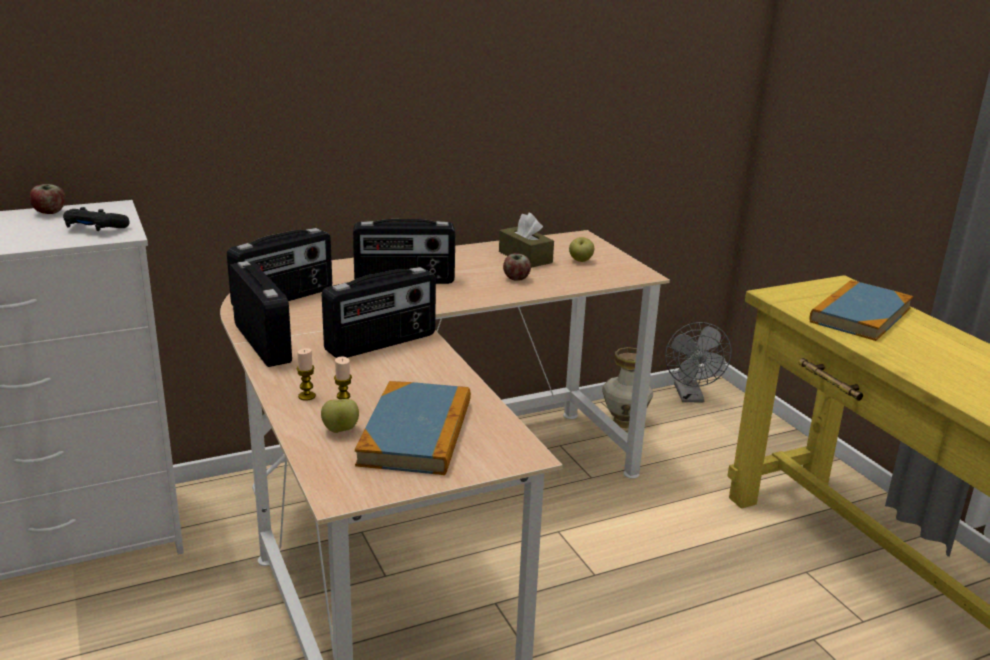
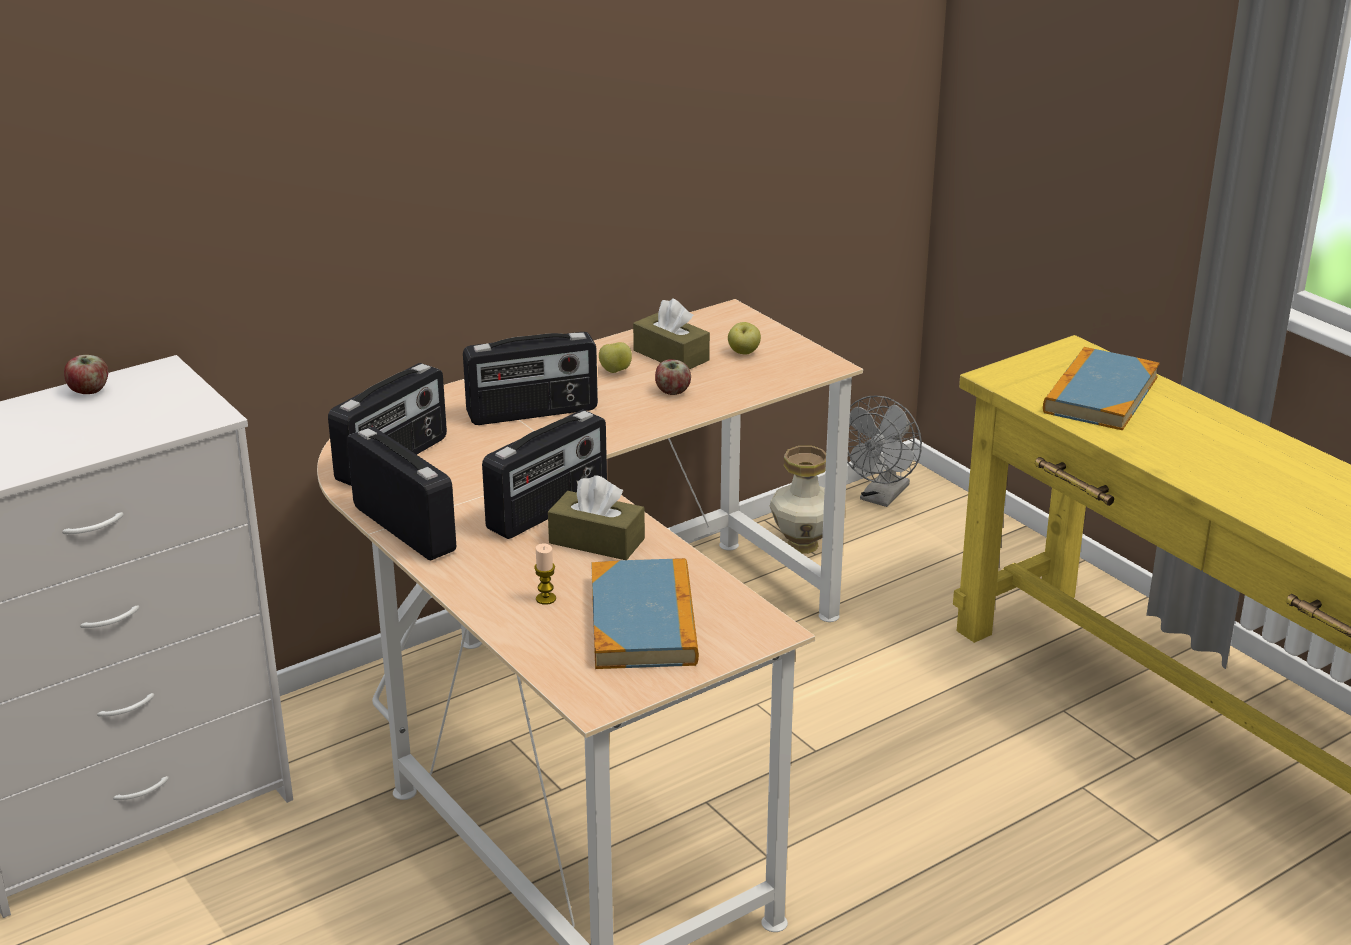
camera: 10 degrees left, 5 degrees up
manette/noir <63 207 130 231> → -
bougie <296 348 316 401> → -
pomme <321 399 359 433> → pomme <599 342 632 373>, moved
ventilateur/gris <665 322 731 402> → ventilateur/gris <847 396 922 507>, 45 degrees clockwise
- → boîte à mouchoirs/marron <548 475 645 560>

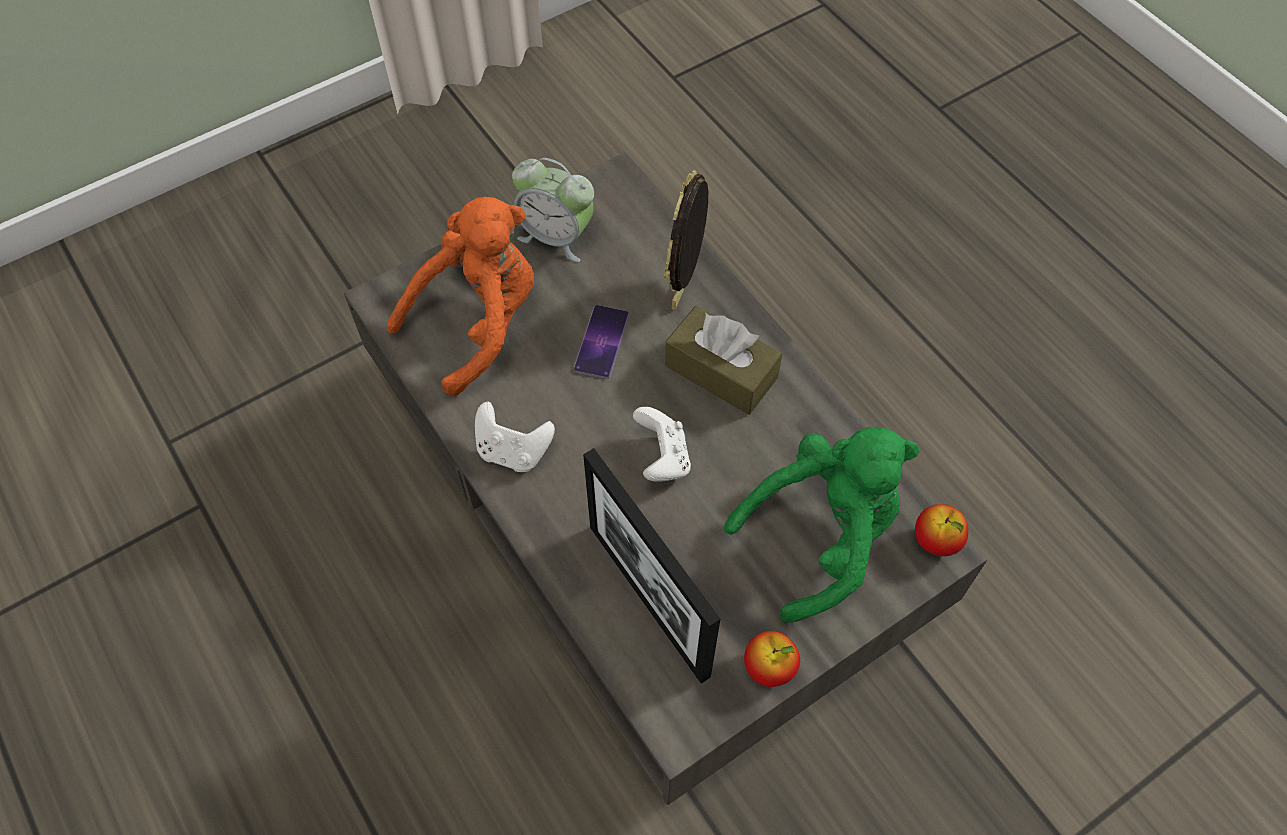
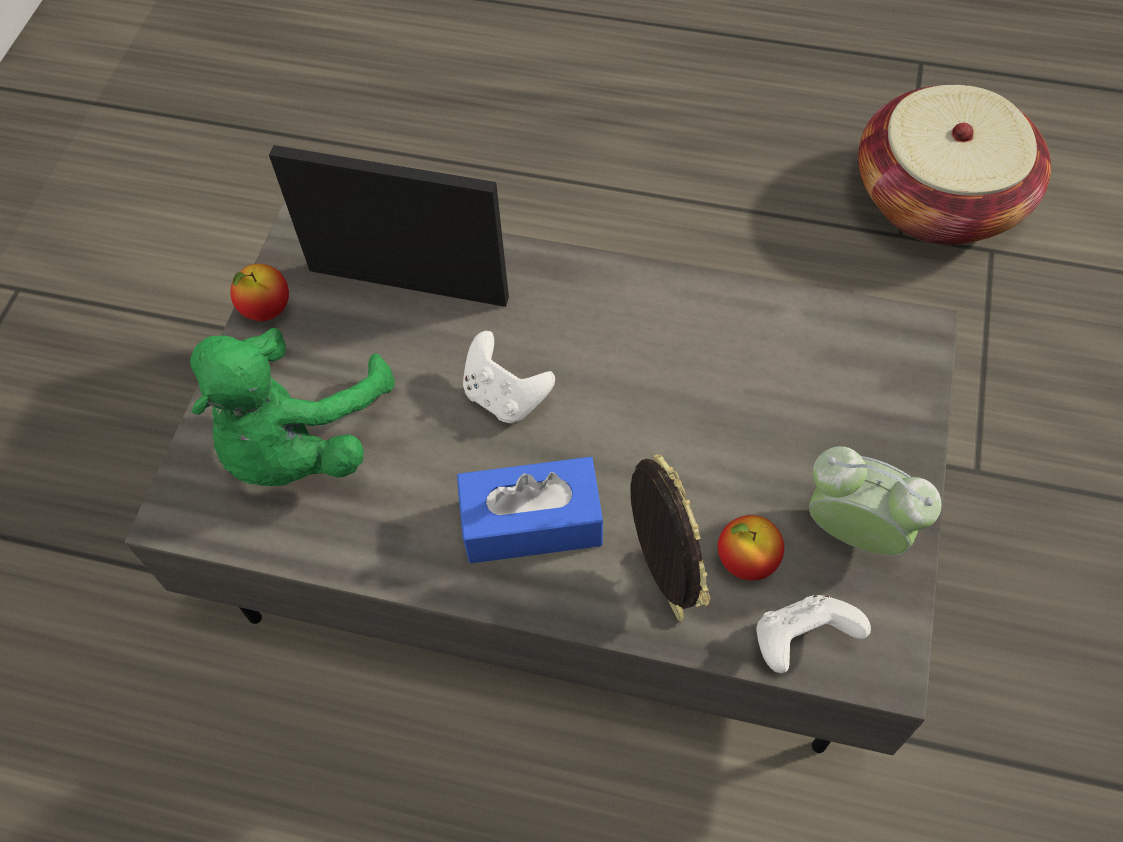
camera: 140 degrees right, 0 degrees up
peluche/orange <387 197 534 396> → -
manette/blanc <475 402 555 472> → manette/blanc <756 595 871 673>, moved
réveil <512 158 594 262> → réveil <809 446 941 555>, 45 degrees clockwise
téléphone <574 305 629 379> → -
boîte à mouchoirs/marron <665 305 782 415> → boîte à mouchoirs/bleu <457 457 603 563>
pomme <915 504 968 556> → pomme <718 515 784 581>, moved
- → panier <858 85 1051 245>

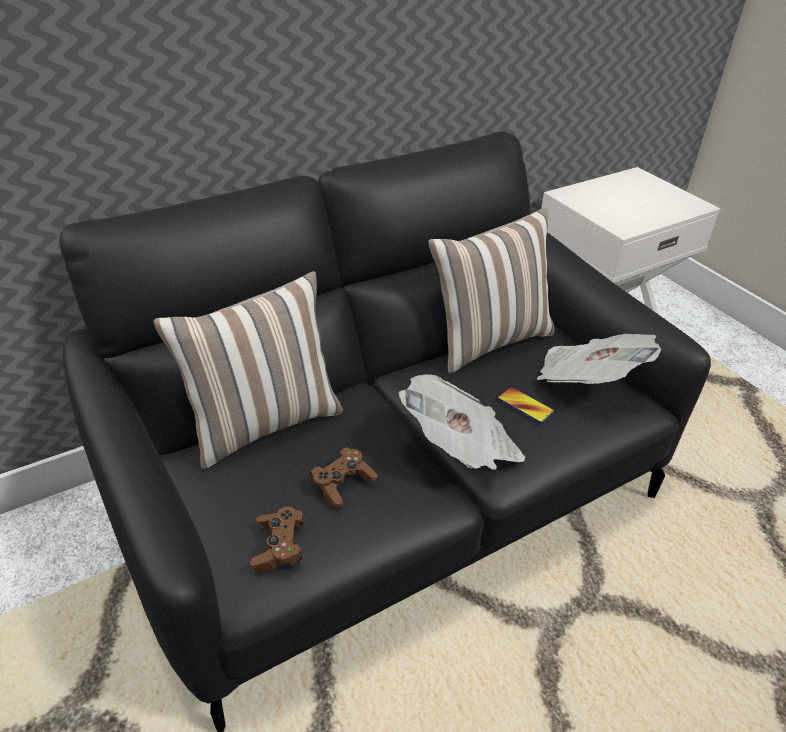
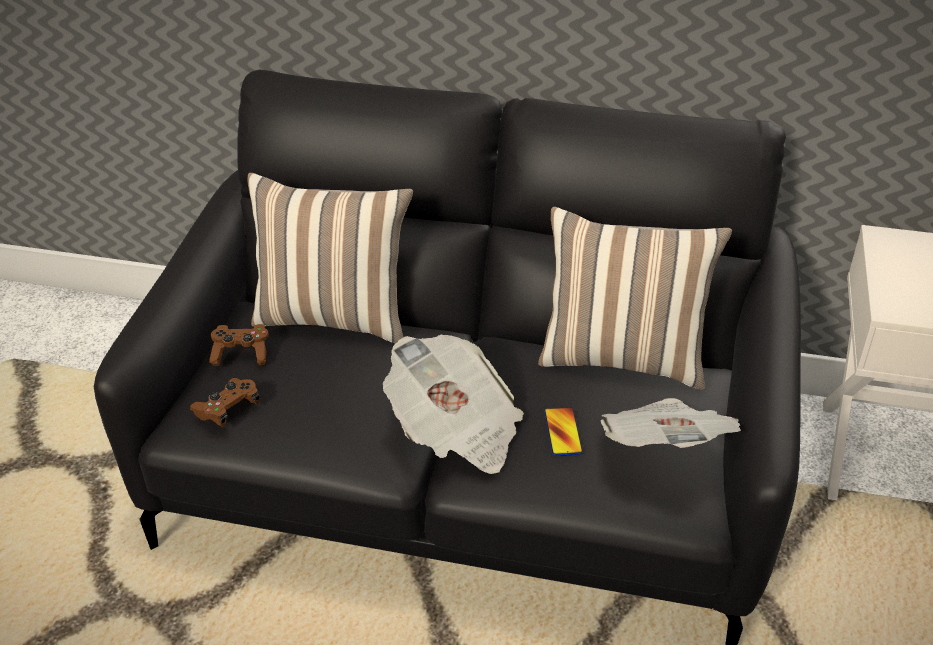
camera: 45 degrees right, 0 degrees up
manette/marron <310 447 378 509> → manette/marron <209 324 269 366>, moved

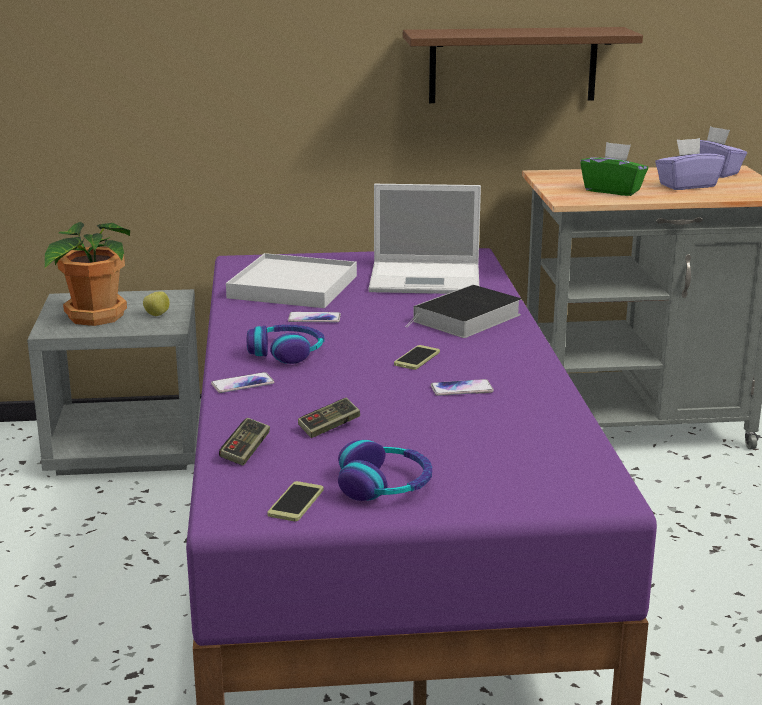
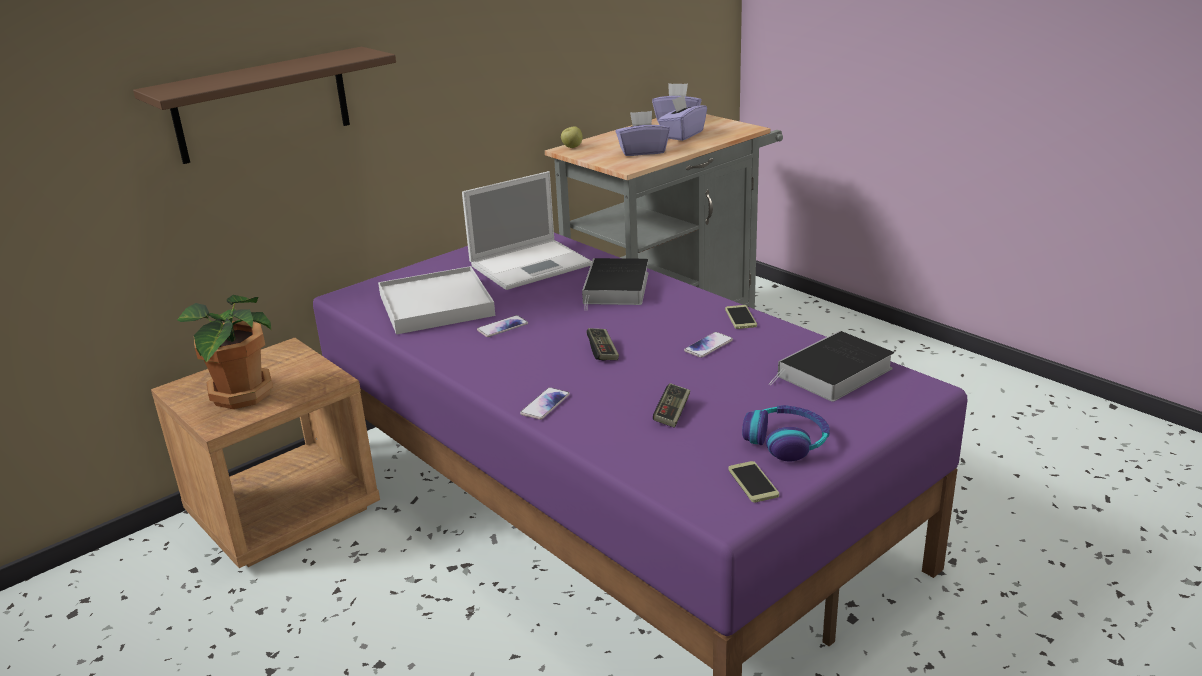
camera: 35 degrees left, 5 degrees up
table de chevet/gris <27 289 201 475> → table de chevet/marron <151 338 380 568>
pomme <143 291 170 316> → pomme <561 126 582 148>, moved
manette <219 418 270 466> → manette <586 328 619 360>, moved
casque audio <247 325 325 364> → -
téléphone <394 345 440 370> → téléphone <725 305 757 329>, moved
étagère/marron <403 27 643 103> → étagère/marron <133 47 396 164>, moved
boîte à mouchoirs/vert <580 142 648 196> → boîte à mouchoirs/violet <615 111 670 156>
- → livre <769 331 894 402>

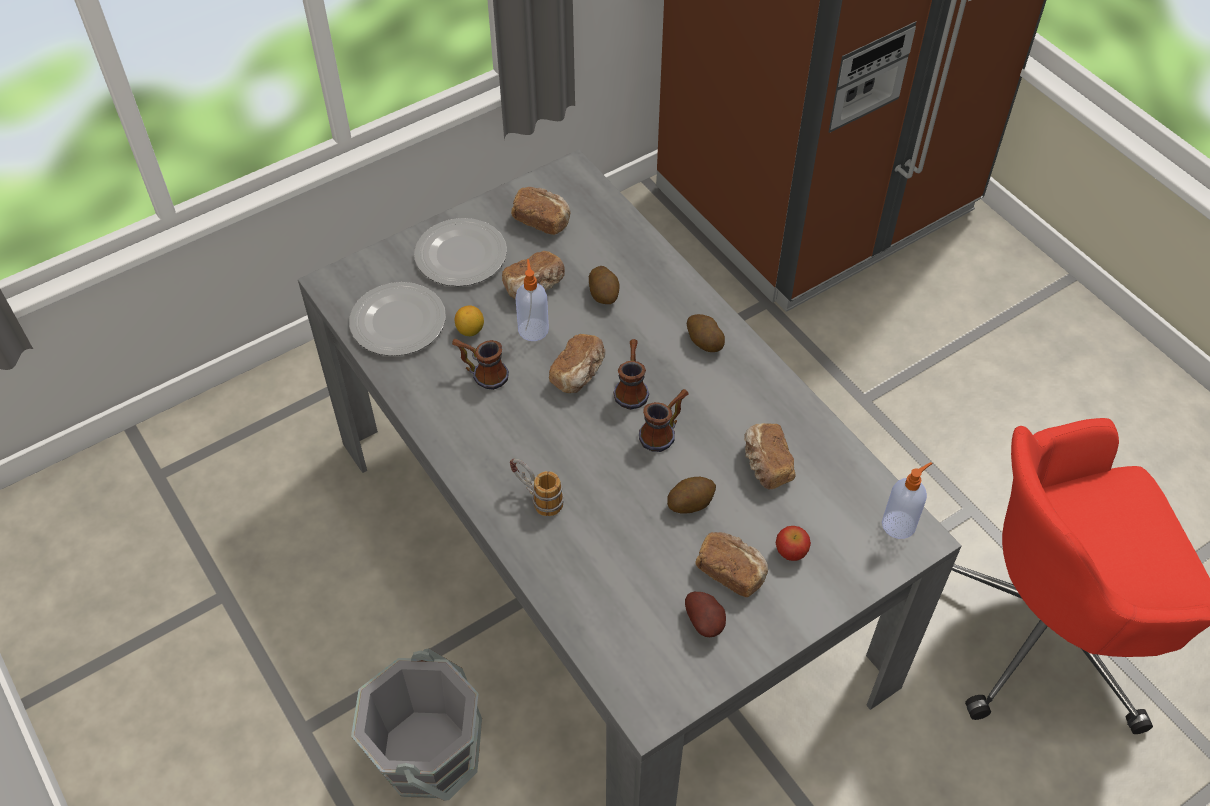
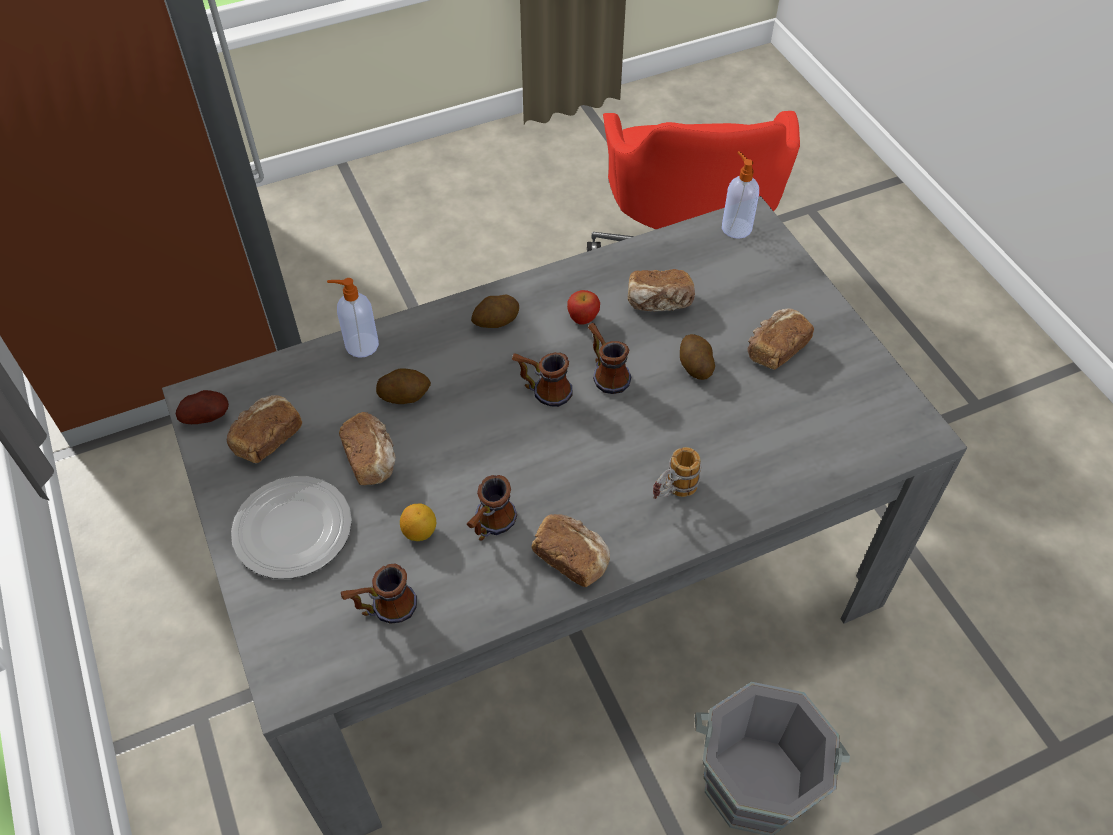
camera: 80 degrees left, 0 degrees up
assiette <349 282 446 356> → mug <341 563 417 624>
distributeur de savon <515 259 549 341> → distributeur de savon <327 278 379 358>, moved
pain <549 334 605 393> → pain <531 514 610 587>, moved
pomme de terre <685 592 726 637> → pomme de terre <176 390 229 424>, moved
pomme <776 526 811 561> → pomme <567 290 600 324>, moved

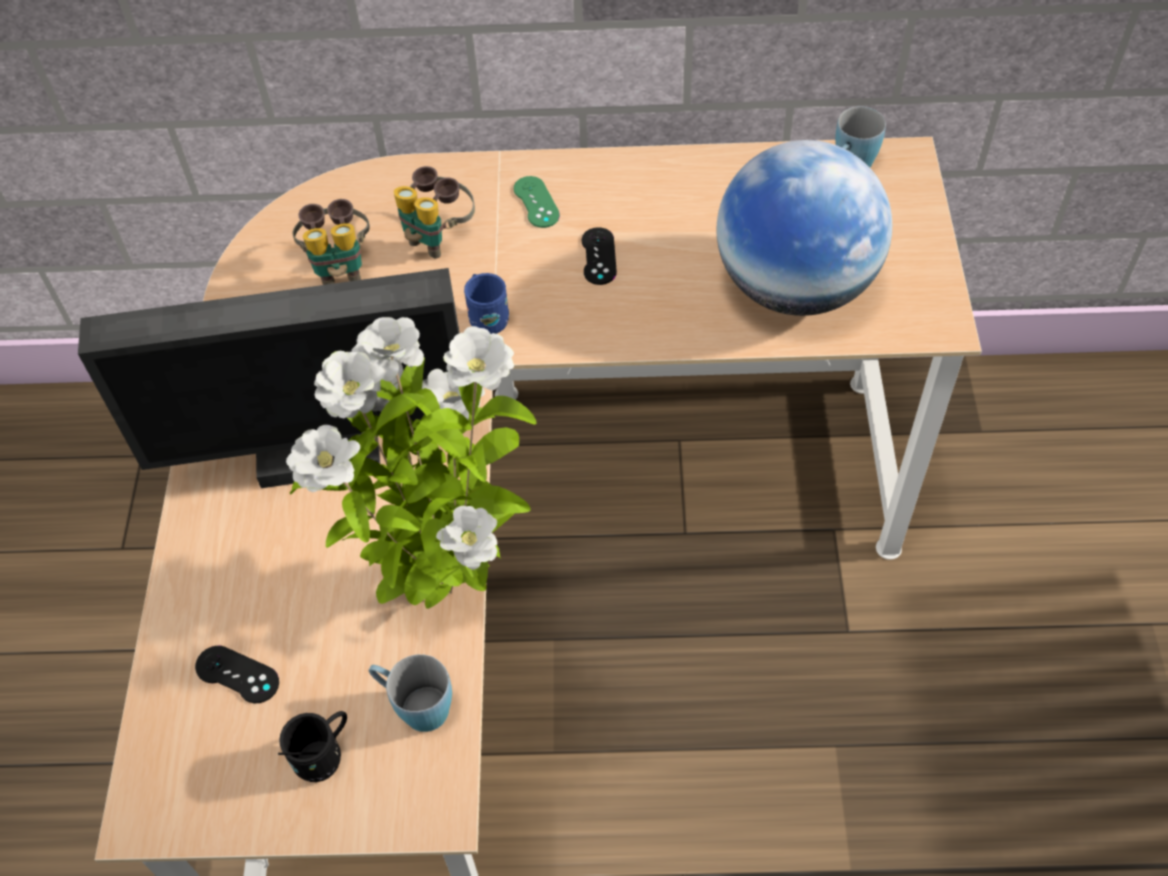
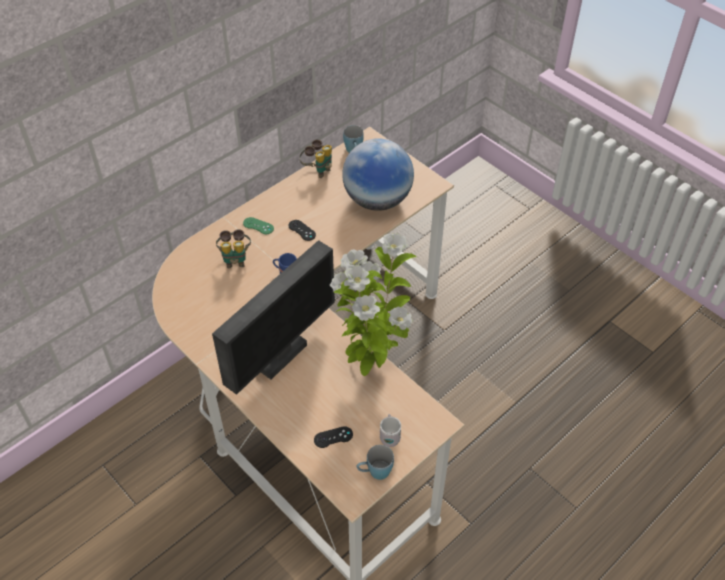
camera: 45 degrees left, 5 degrees down
mug/noir <278 711 347 782> → mug/blanc <380 414 401 447>
jumelles <292 199 370 285> → jumelles <300 139 332 178>, moved
mug/bleu <369 654 452 732> → mug/bleu <357 445 394 480>, moved

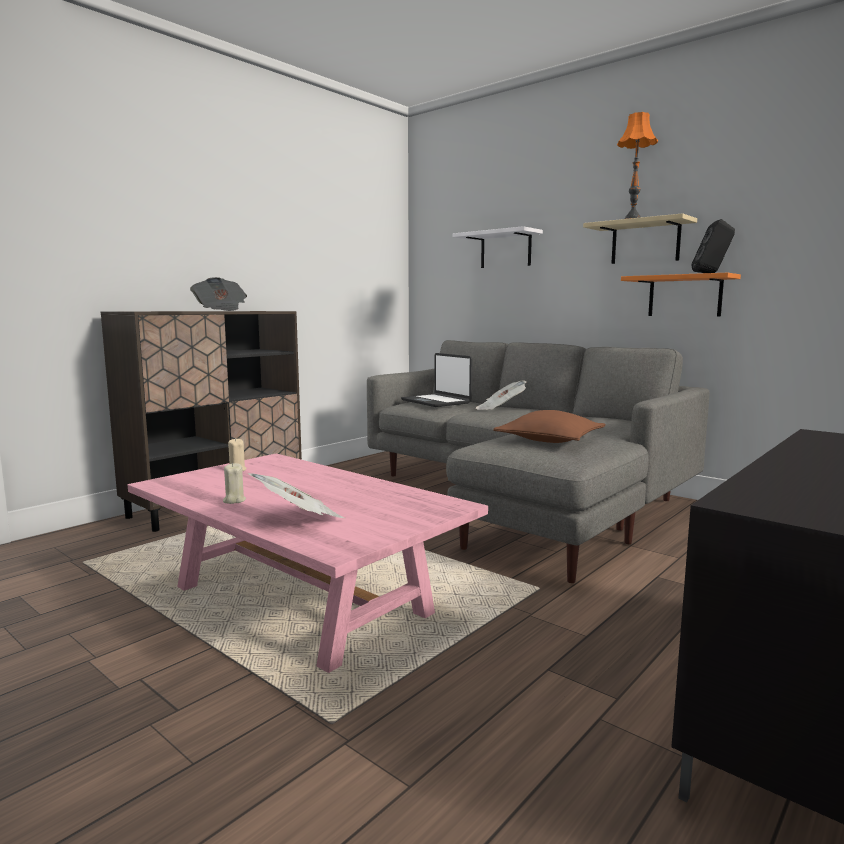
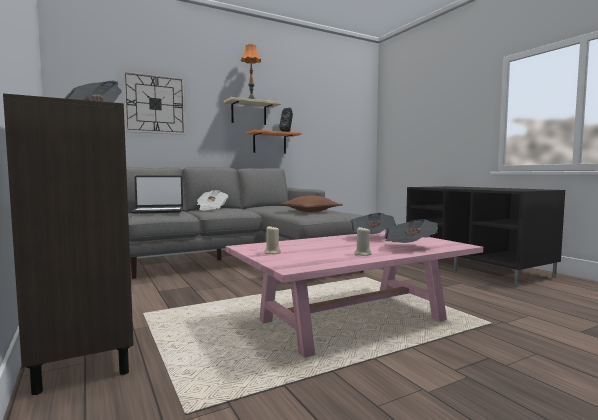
camera: 70 degrees left, 5 degrees down
étagère/blanc <452 226 543 268> → horloge murale <123 70 186 135>
- → journal <350 213 396 234>

